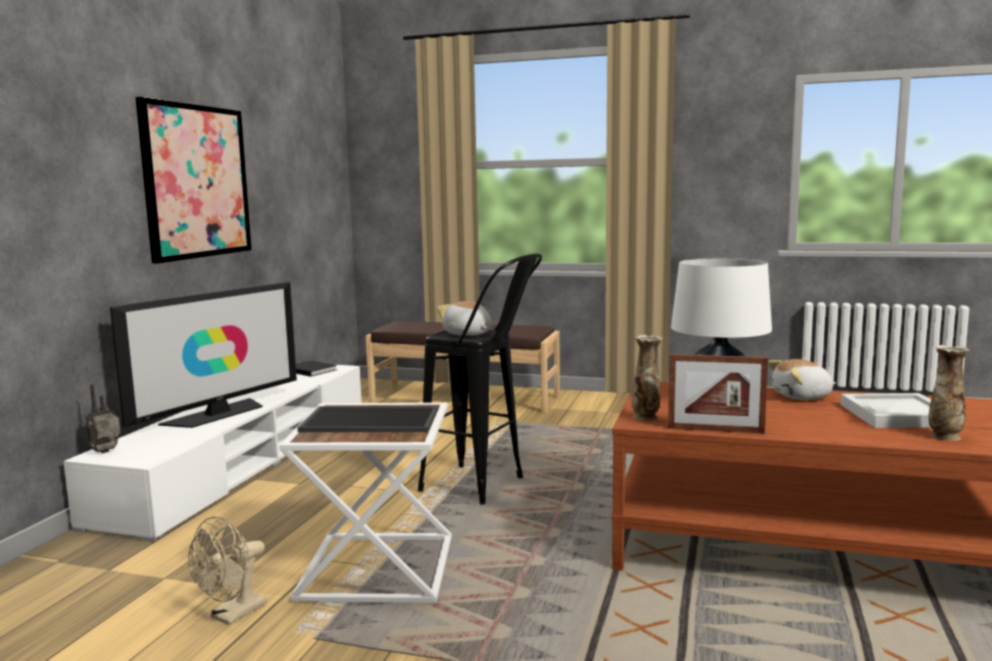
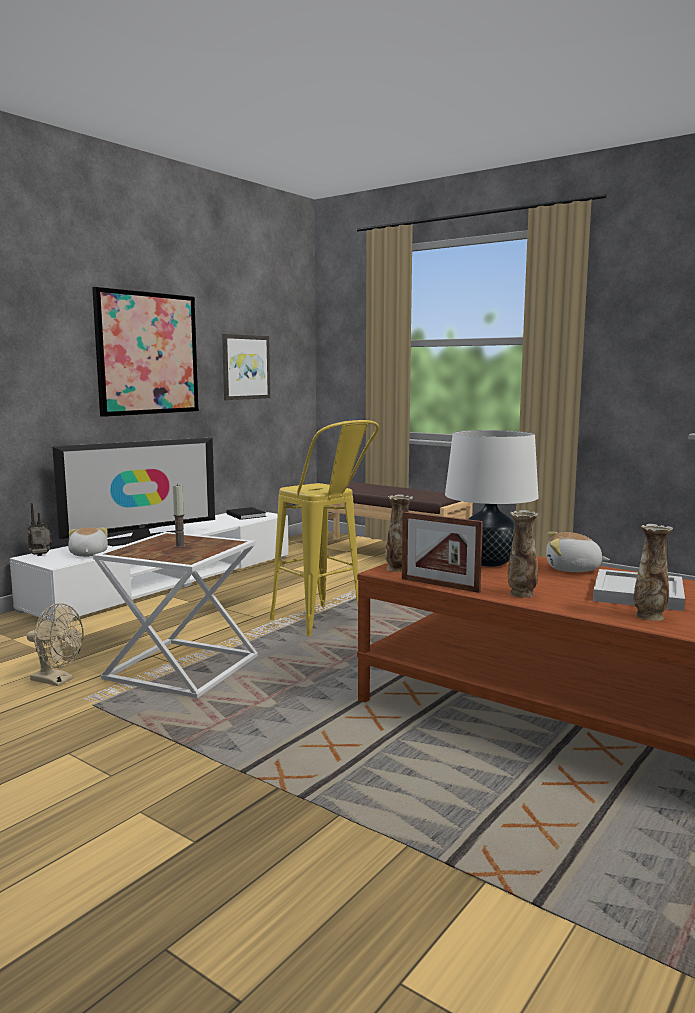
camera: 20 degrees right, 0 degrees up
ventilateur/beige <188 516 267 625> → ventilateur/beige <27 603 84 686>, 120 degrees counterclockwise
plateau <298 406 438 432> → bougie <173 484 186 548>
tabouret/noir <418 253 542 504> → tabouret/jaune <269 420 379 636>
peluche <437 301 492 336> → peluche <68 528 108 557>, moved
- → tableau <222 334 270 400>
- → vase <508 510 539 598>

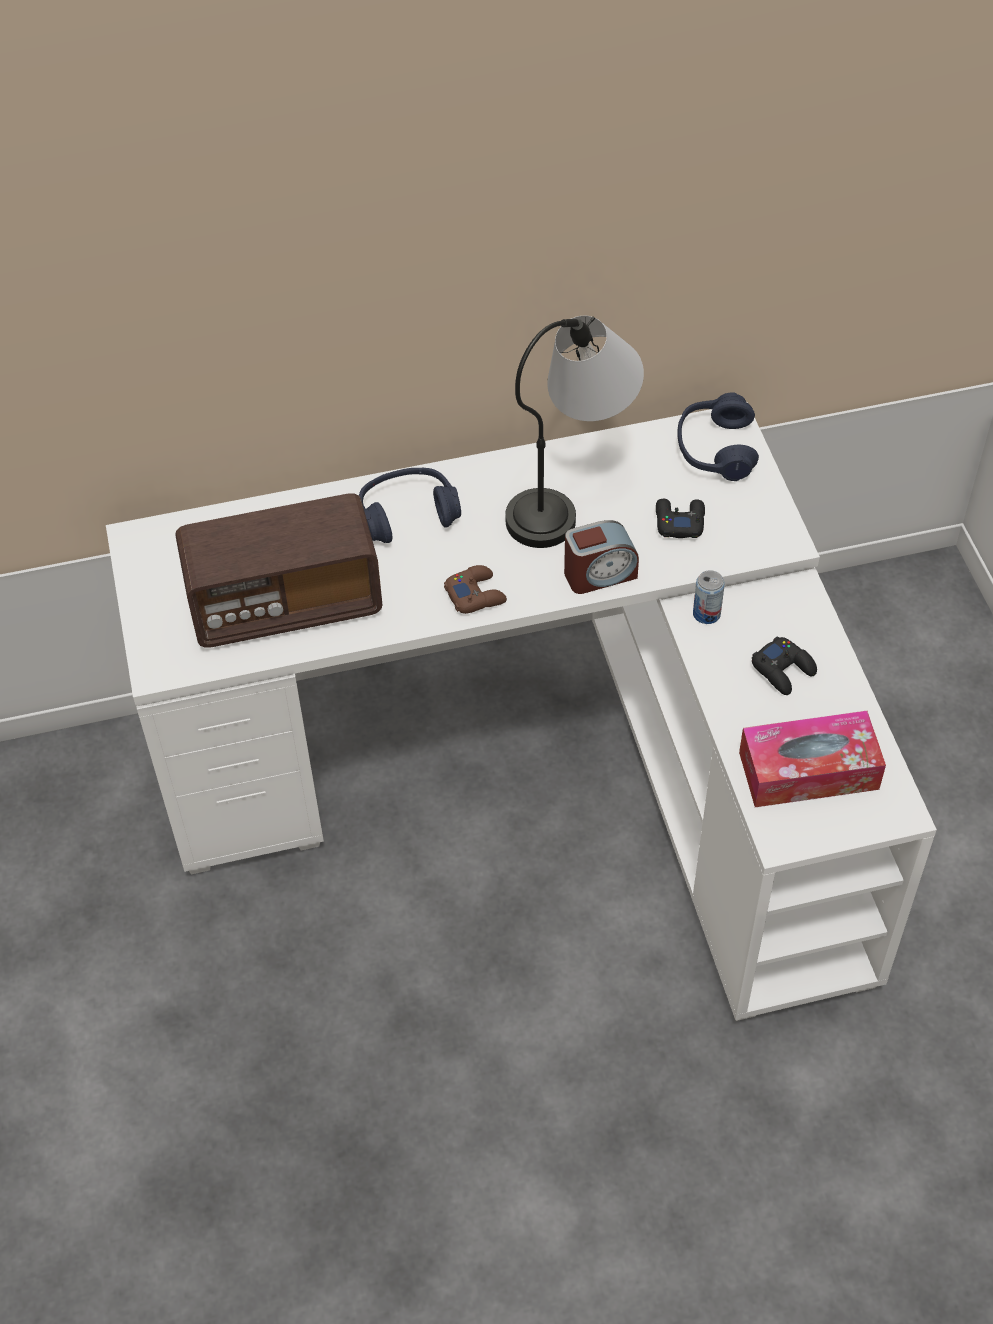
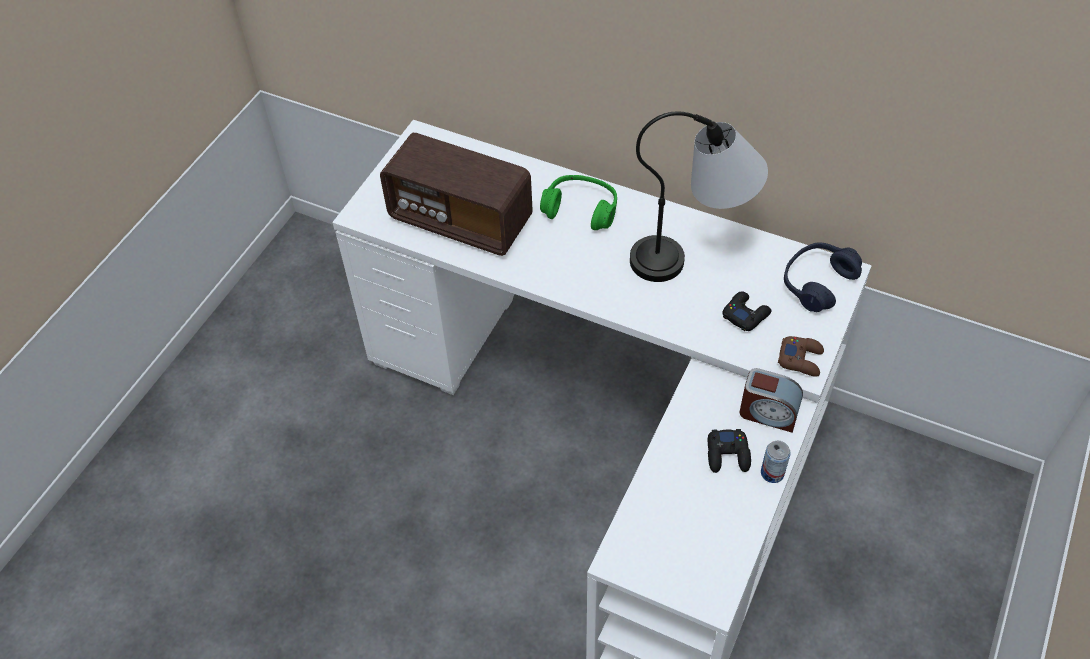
camera: 40 degrees right, 0 degrees up
casque audio/bleu <359 468 461 543> → casque audio/vert <540 175 617 230>
manette/marron <444 565 507 614> → manette/marron <778 336 824 377>, moved
réveil <564 520 639 594> → réveil <740 368 803 433>, moved
boîte métallique <693 570 725 624> → boîte métallique <761 441 791 483>, moved
boîte à mouchoirs <739 711 886 807> → -

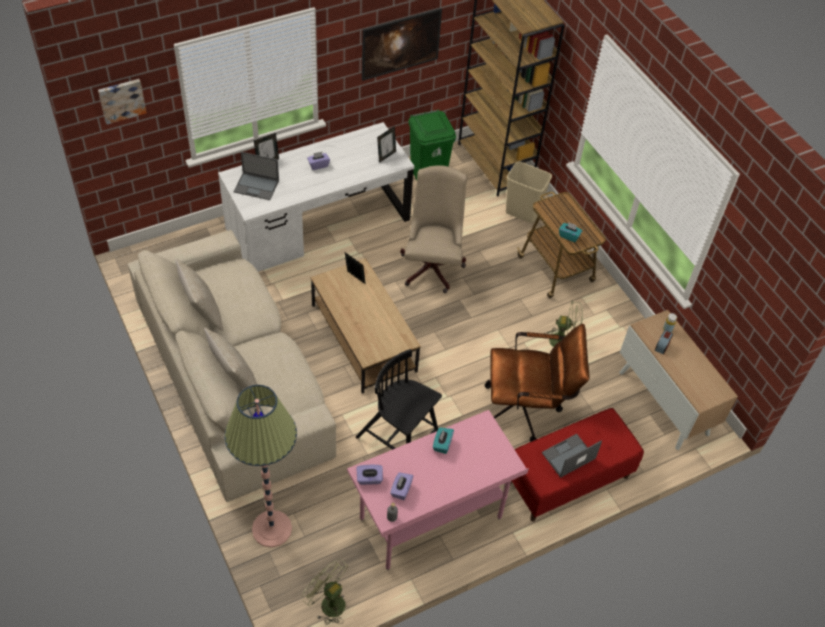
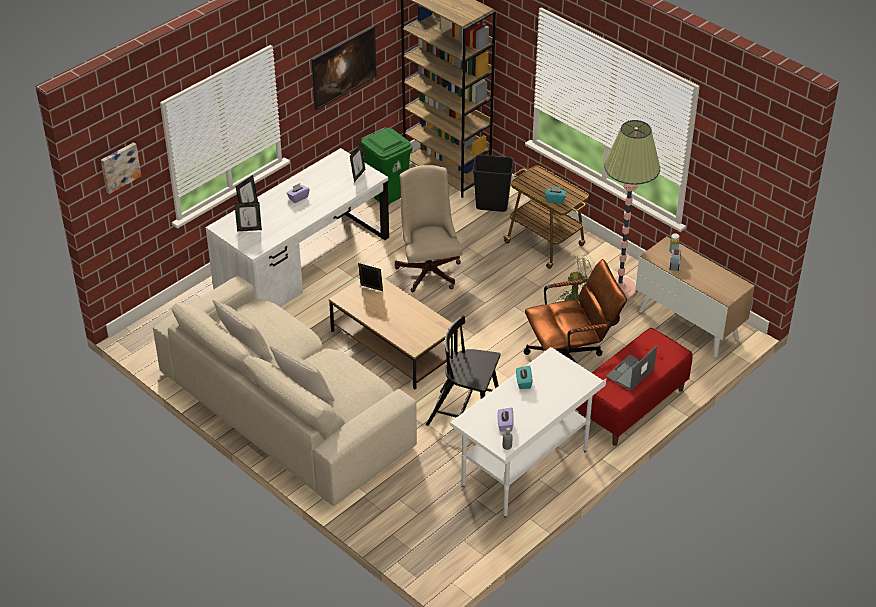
camera: 15 degrees left, 10 degrees down
lampadaire <224 385 297 547> → lampadaire <604 120 660 299>, moved
ordinateur portable <233 152 279 200> → cadre photo <234 202 262 231>
ventilateur/vert <301 559 348 624> → -
bureau/rose <347 410 529 570> → bureau/blanc <449 347 606 518>
boîte à mouchoirs/violet <356 465 383 485> → -
poubelle/beige <506 161 552 223> → poubelle/noir <472 154 514 212>

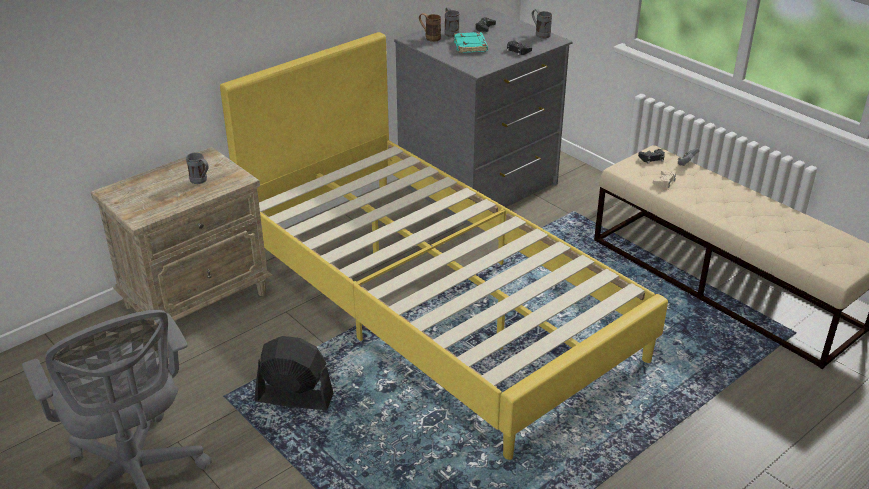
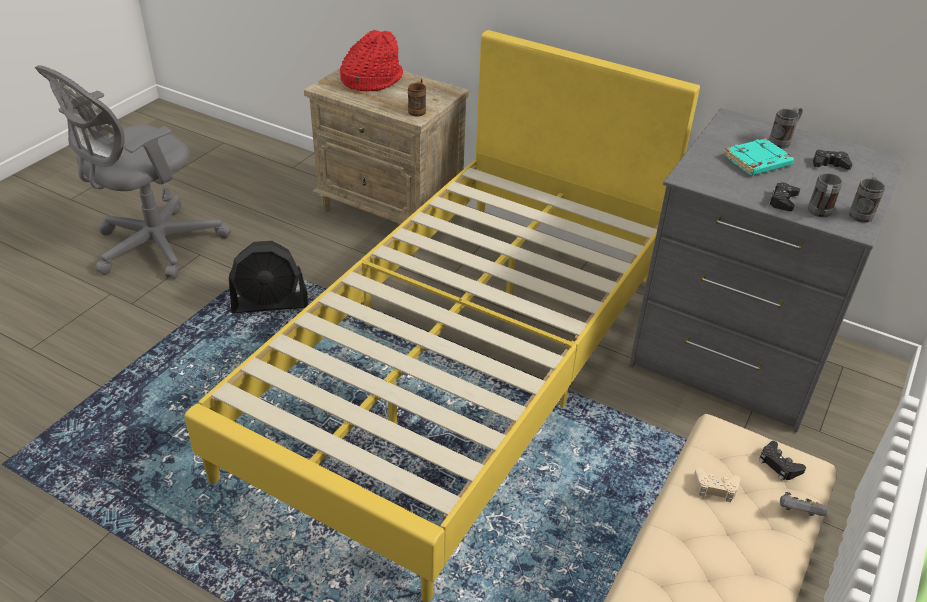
camera: 70 degrees right, 5 degrees up
mug/gris <186 152 208 184> → mug/gris <808 173 843 217>, moved
ventilateur/noir <255 336 333 410> → ventilateur/noir <229 241 308 313>, 90 degrees clockwise
mug/marron <419 13 441 42> → mug/marron <408 78 426 116>, moved
- → chapeau/rouge <340 30 403 91>

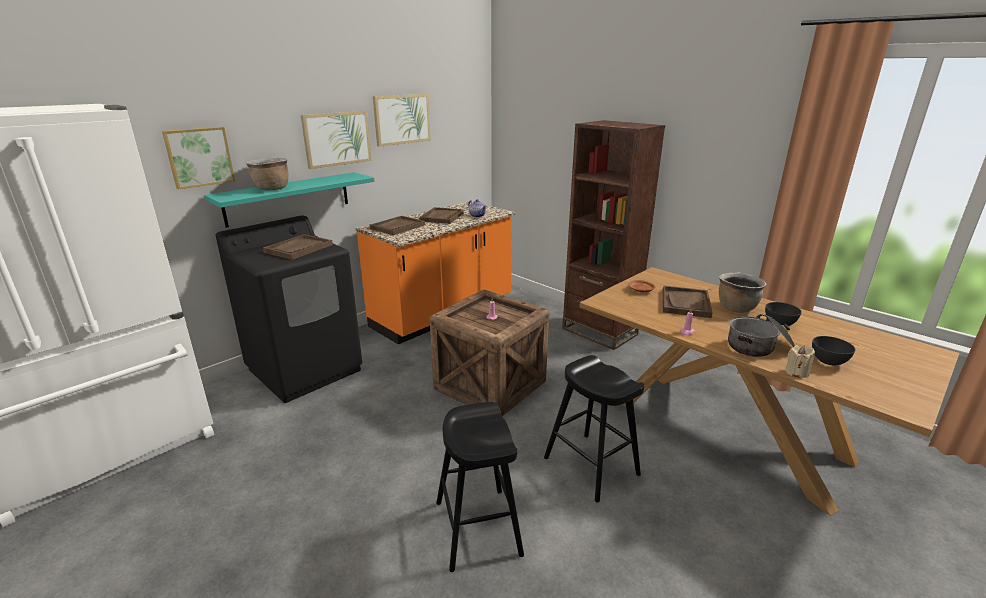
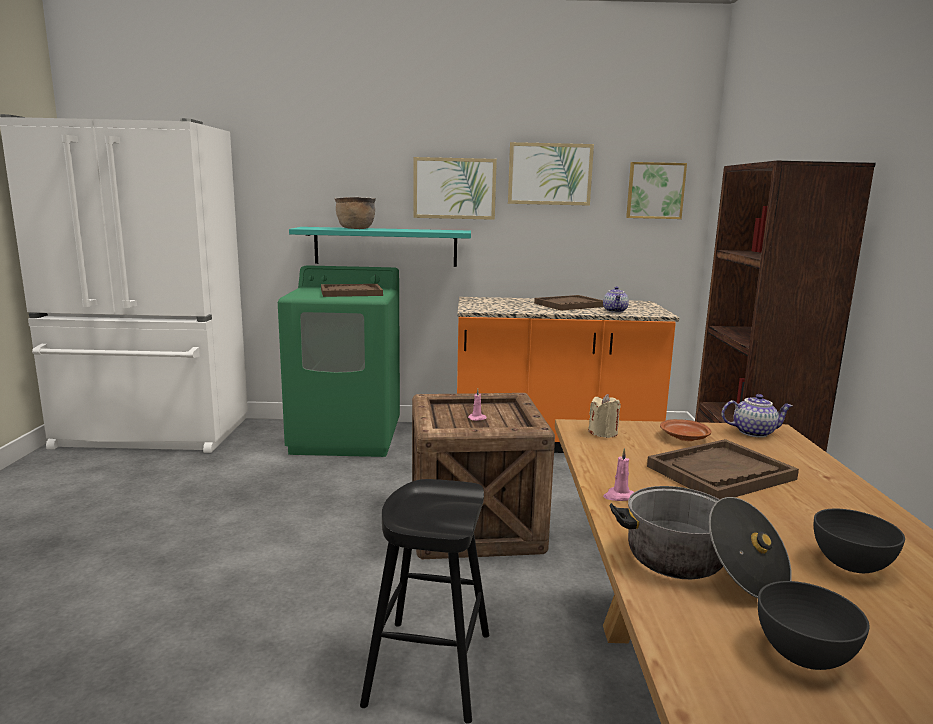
camera: 45 degrees right, 10 degrees down
tableau <162 127 235 189> → tableau <626 162 687 219>, moved
lave-linge/noir <216 215 362 403> → lave-linge/vert <278 265 400 457>
plateau/marron <370 216 425 235> → -
tabouret/noir <436 402 524 572> → -
marmite/marron <719 273 766 313> → -
bougie/beige <785 346 815 378> → bougie/beige <588 394 621 438>, moved
- → théière <721 394 793 438>

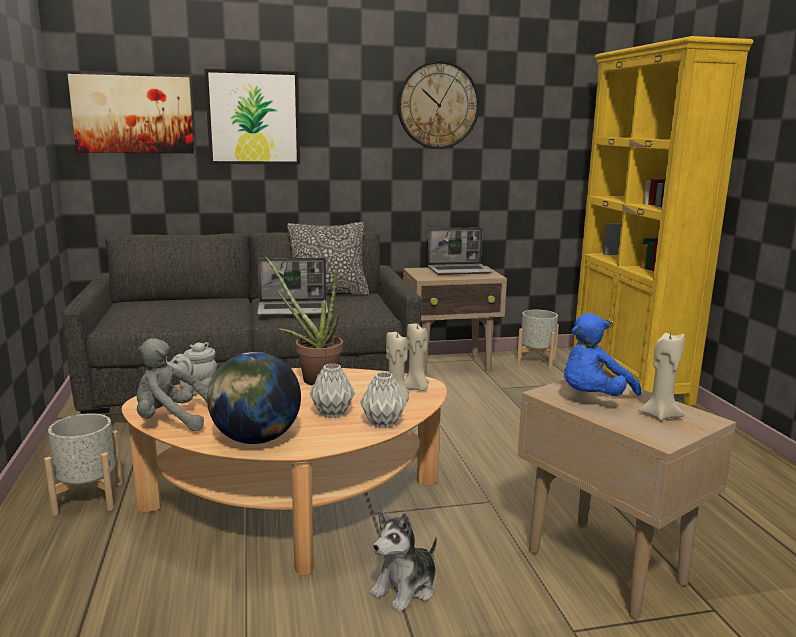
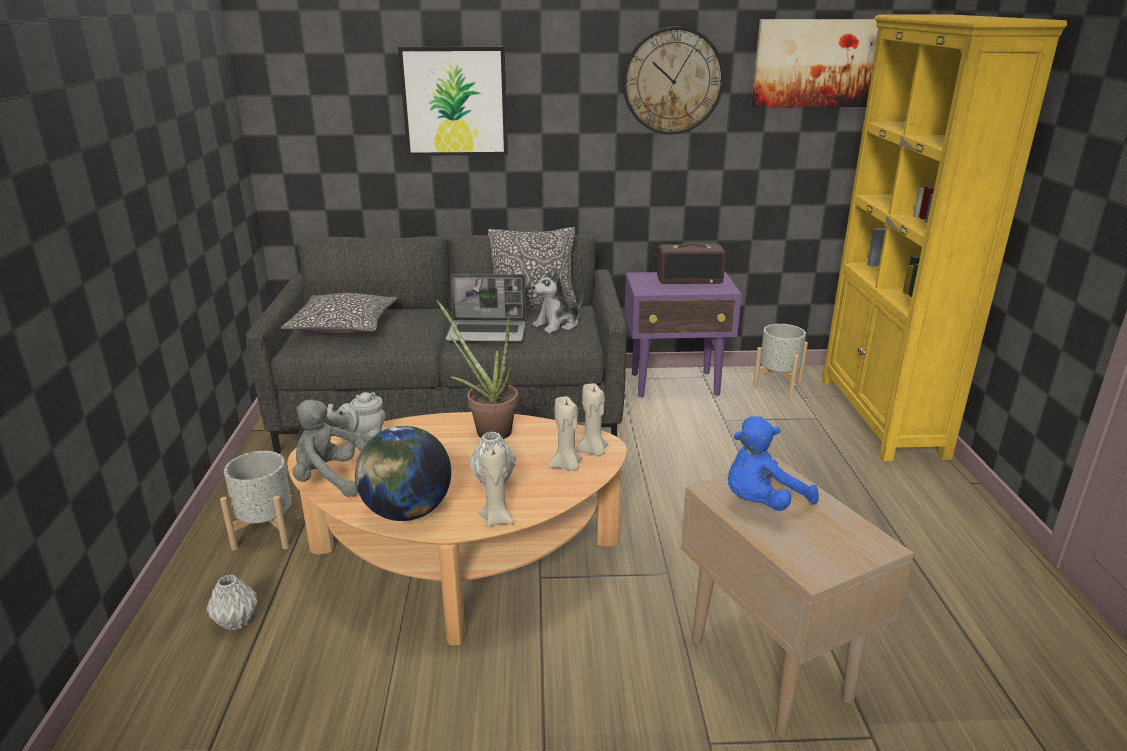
camera: 10 degrees right, 10 degrees up
tableau <67 74 194 153> → tableau <751 19 878 108>, moved
vase/gris <360 372 407 429> → vase/gris <206 575 257 631>, moved
peluche <370 511 437 612> → peluche <532 267 583 333>, moved
table d'appoint/beige <403 266 507 375> → table d'appoint/violet <624 271 742 398>
ordinateur portable <427 227 493 275> → radio <657 243 726 284>
bougie/beige <638 333 685 421> → bougie/beige <478 445 514 527>, moved
- → coussin <281 293 397 335>

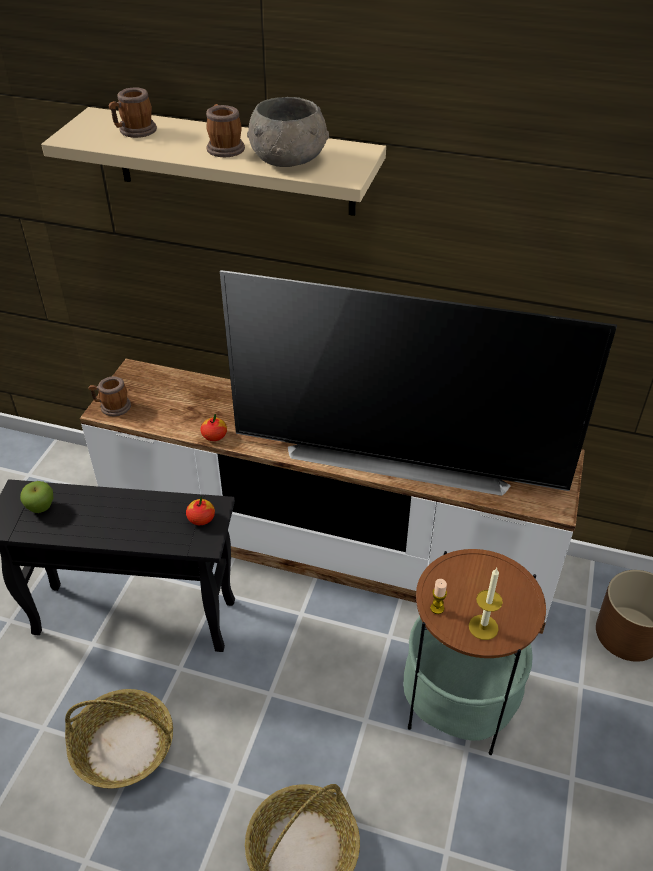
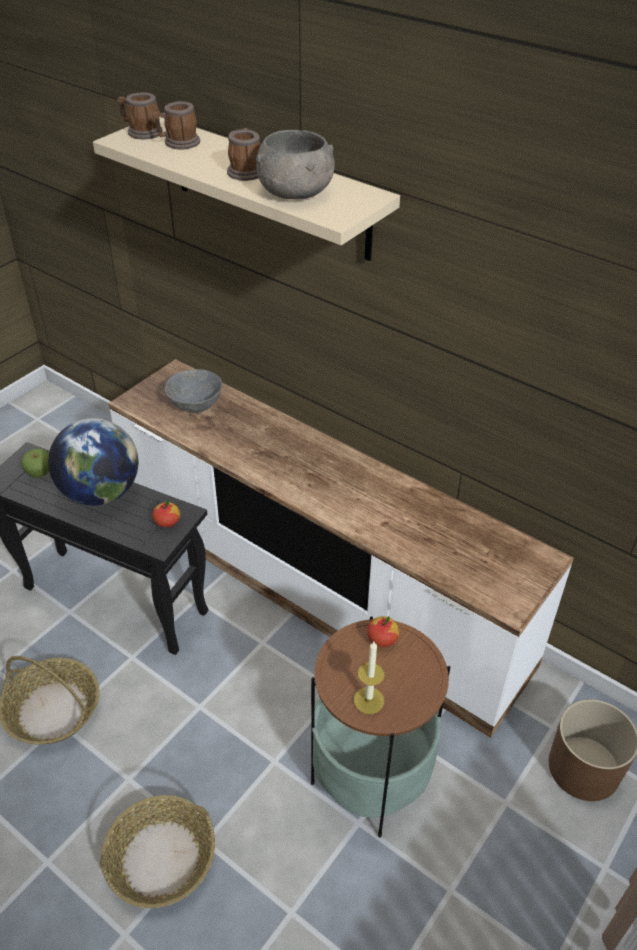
camera: 20 degrees right, 0 degrees up
mug <89 376 131 416> → mug <117 92 163 139>, moved
pomme <201 414 227 441> → pomme <367 616 399 647>, moved
téléviseur <220 270 617 496> → -
bougie <430 579 447 614> → -
- → globe <48 418 138 506>
- → bol/gris <165 369 222 413>

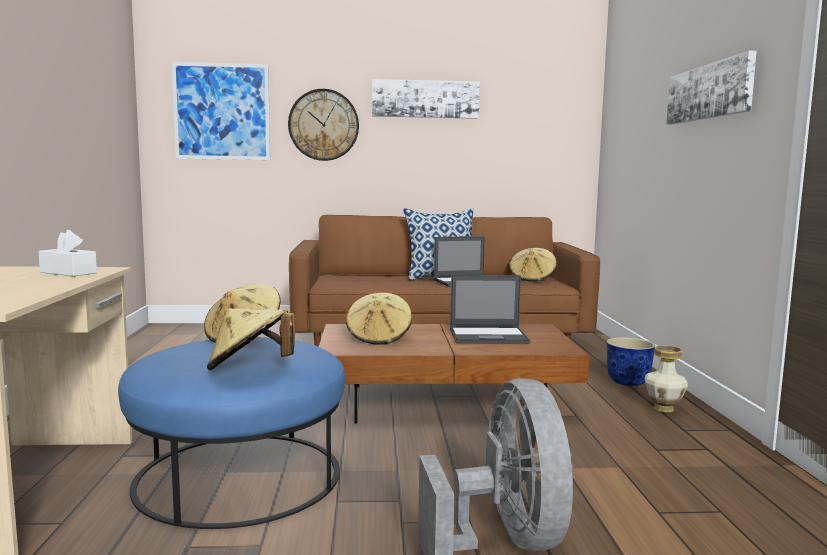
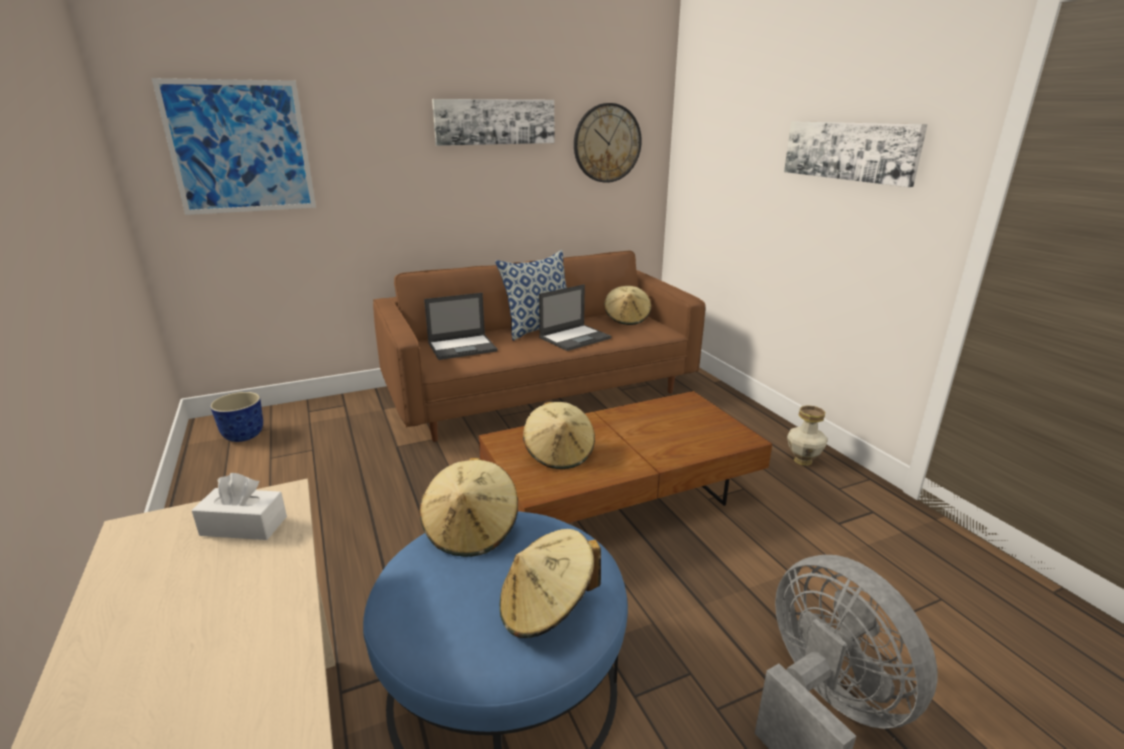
camera: 20 degrees left, 15 degrees up
horloge murale <288 89 359 161> → horloge murale <574 103 642 183>, moved
ordinateur portable <450 275 530 344> → ordinateur portable <424 293 497 360>, moved
cache-pot <607 337 655 386> → cache-pot <210 392 263 442>, moved

